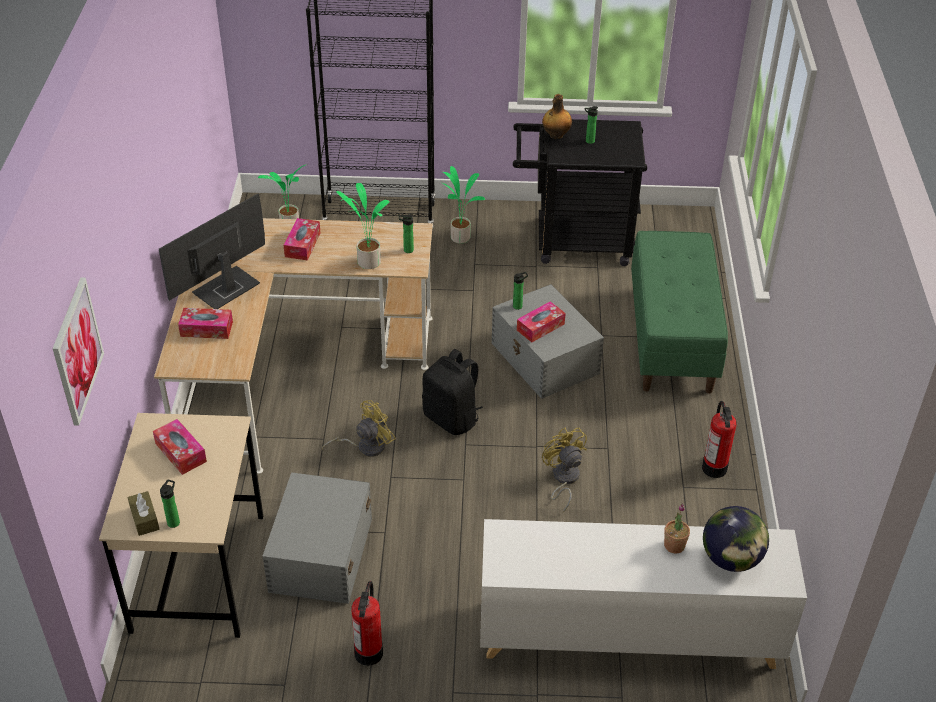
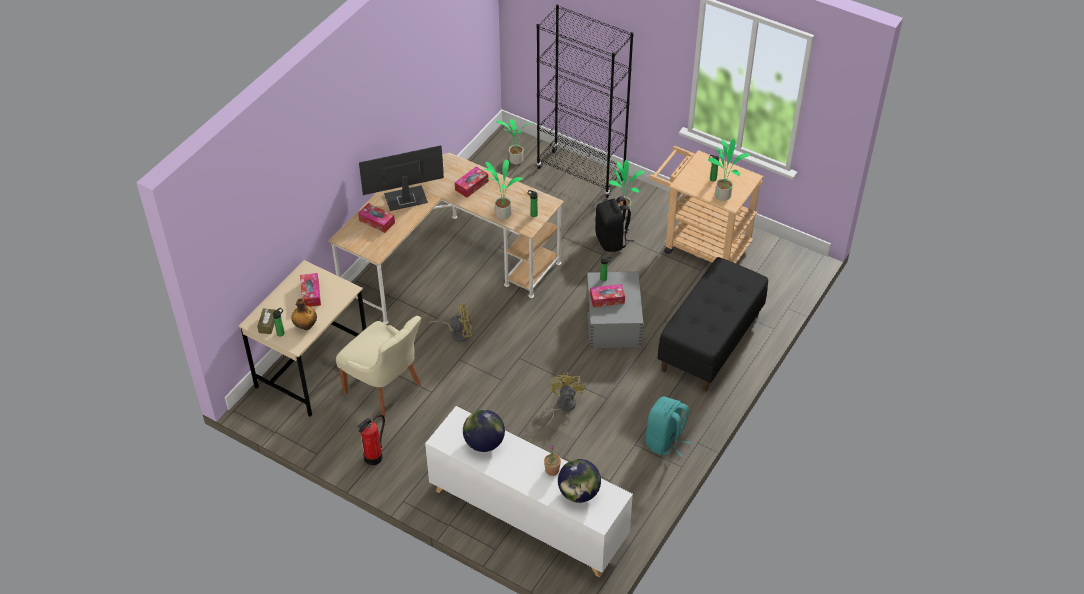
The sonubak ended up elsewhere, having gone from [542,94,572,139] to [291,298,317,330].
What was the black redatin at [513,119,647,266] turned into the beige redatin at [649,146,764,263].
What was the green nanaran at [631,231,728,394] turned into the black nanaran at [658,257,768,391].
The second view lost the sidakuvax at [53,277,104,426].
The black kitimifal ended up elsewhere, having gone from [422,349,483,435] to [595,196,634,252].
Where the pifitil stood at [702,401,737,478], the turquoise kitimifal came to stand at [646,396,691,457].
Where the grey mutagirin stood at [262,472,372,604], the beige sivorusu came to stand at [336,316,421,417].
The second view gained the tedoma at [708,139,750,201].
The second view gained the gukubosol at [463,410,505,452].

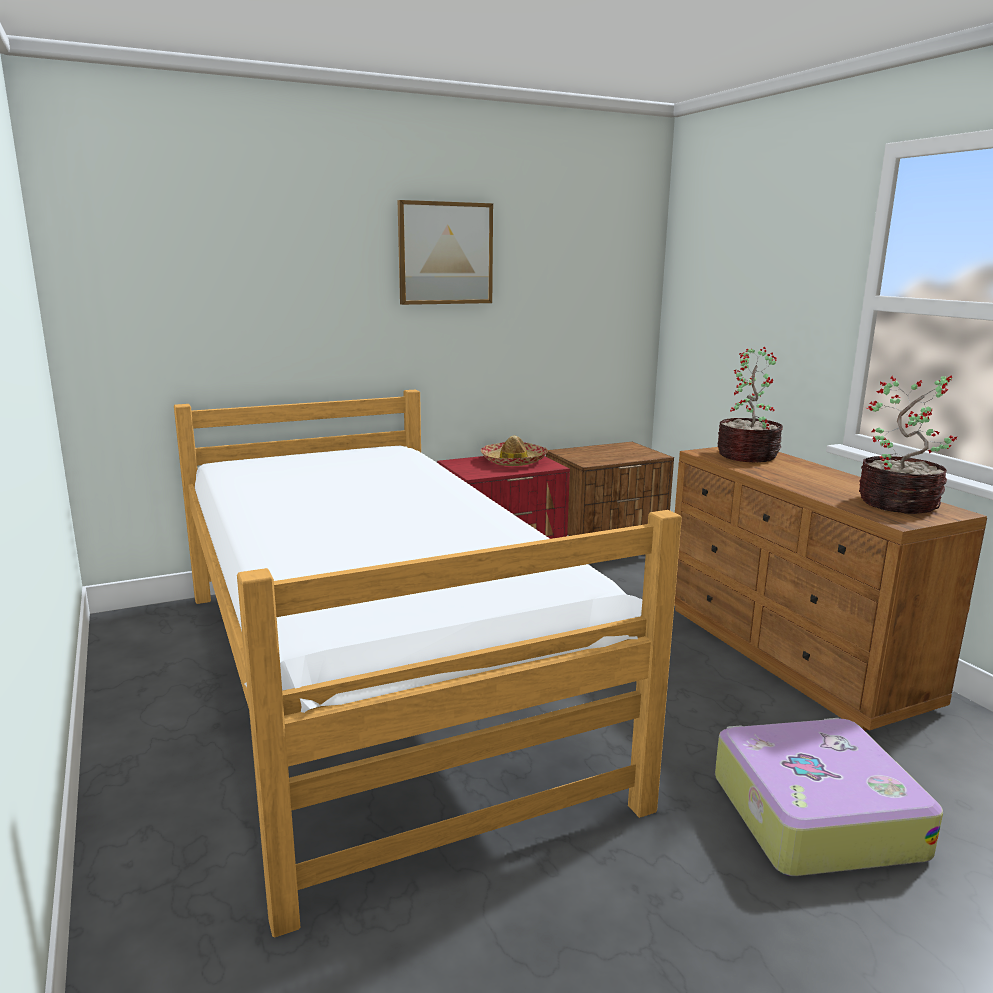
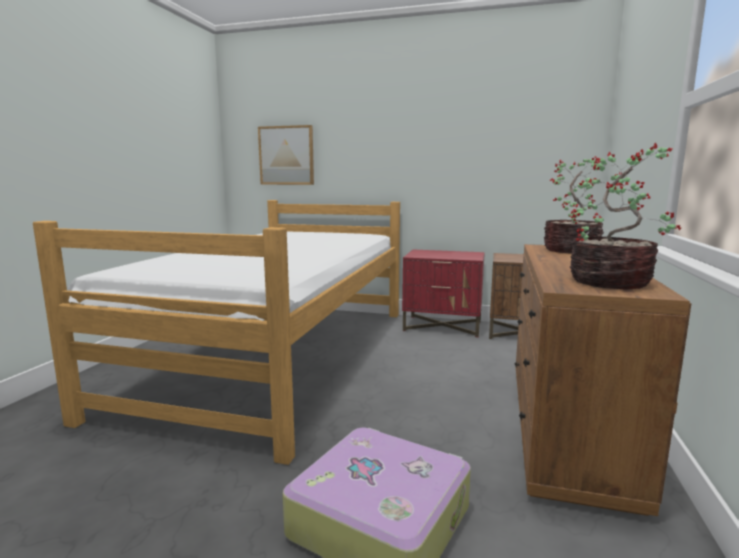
The sidakuvax ended up elsewhere, having gone from [398,200,493,305] to [258,125,314,185].
The second view lost the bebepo at [481,436,548,466].

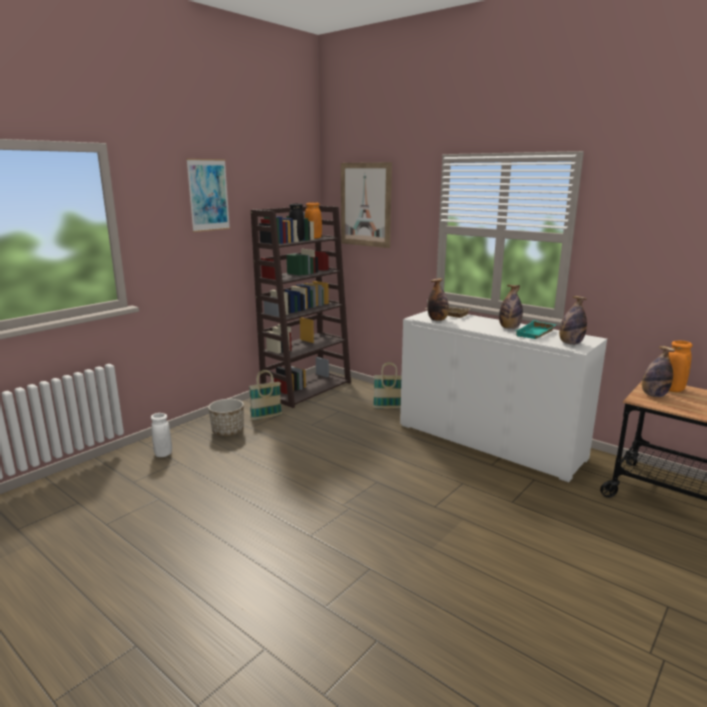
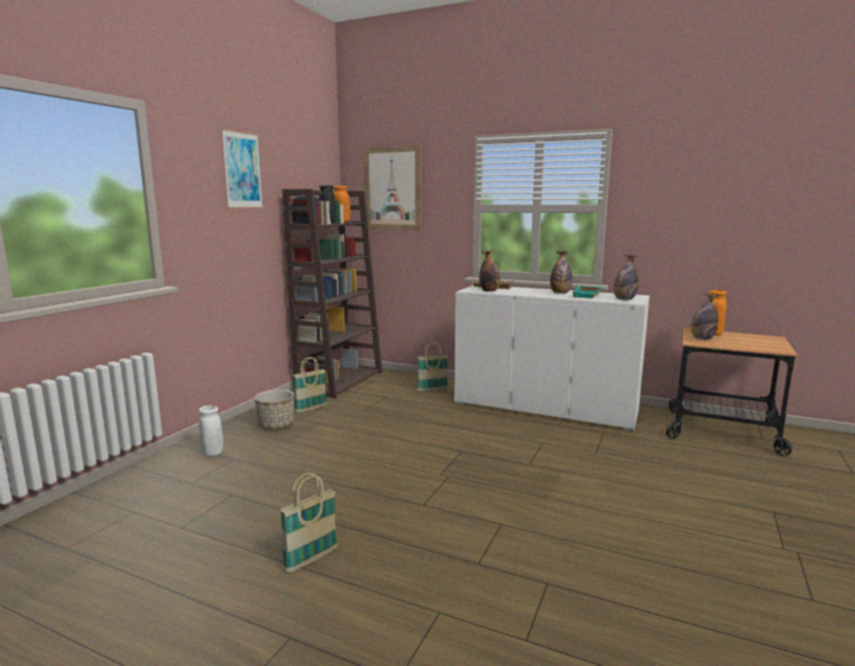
The second view gained the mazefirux at [280,473,338,573].

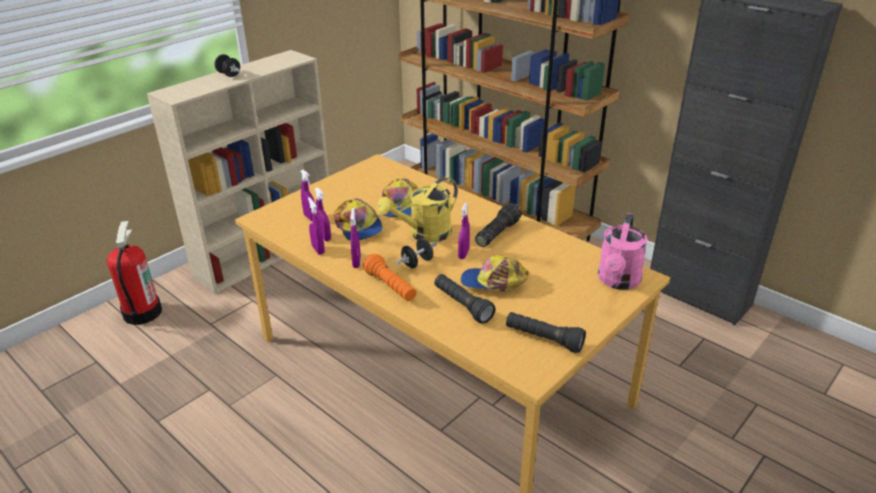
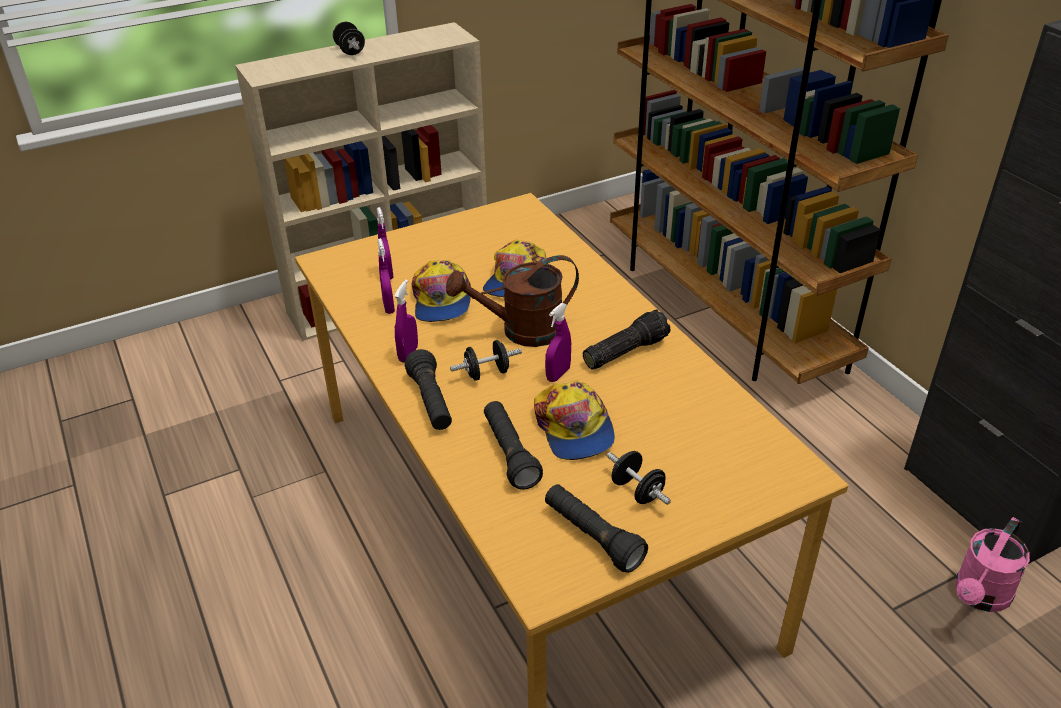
What was the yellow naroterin at [377,177,458,243] turned into the brown naroterin at [446,255,579,347].
The second view lost the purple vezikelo at [308,197,325,255].
The pink naroterin ended up elsewhere, having gone from [598,213,648,289] to [955,517,1030,612].
The second view lost the pifitil at [107,221,162,325].
What was the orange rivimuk at [363,254,417,301] turned into the black rivimuk at [405,349,452,430].
The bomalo at [461,255,529,291] ended up facing another way, 135 degrees counterclockwise from before.
The second view gained the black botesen at [607,451,671,505].

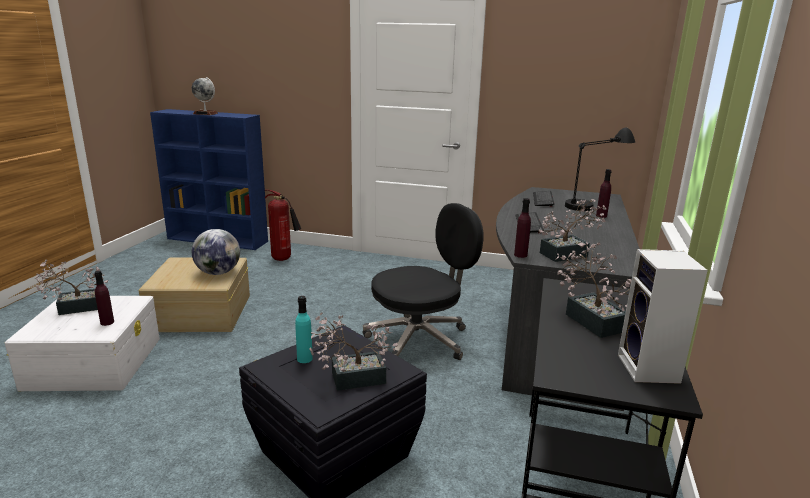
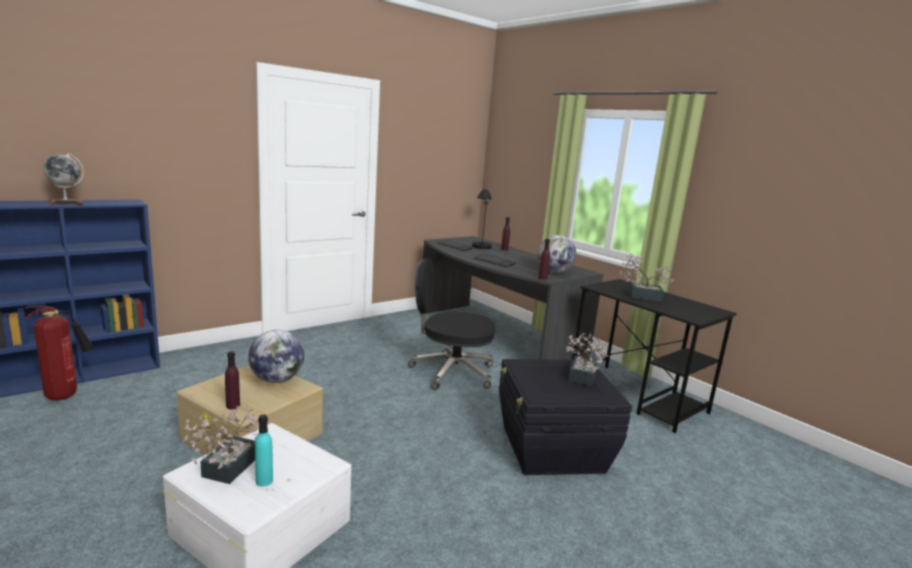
The pifitil ended up elsewhere, having gone from [264,190,301,261] to [25,306,94,400].
Where the tedoma stood at [539,199,606,262], the gukubosol came to stand at [537,235,576,273].
The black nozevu at [363,203,484,360] ended up facing another way, 90 degrees counterclockwise from before.
The second view lost the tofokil at [618,249,708,384].
The purple sonubak ended up elsewhere, having gone from [94,271,114,326] to [225,351,240,409].
The turquoise sonubak ended up elsewhere, having gone from [295,296,313,363] to [255,415,273,487].

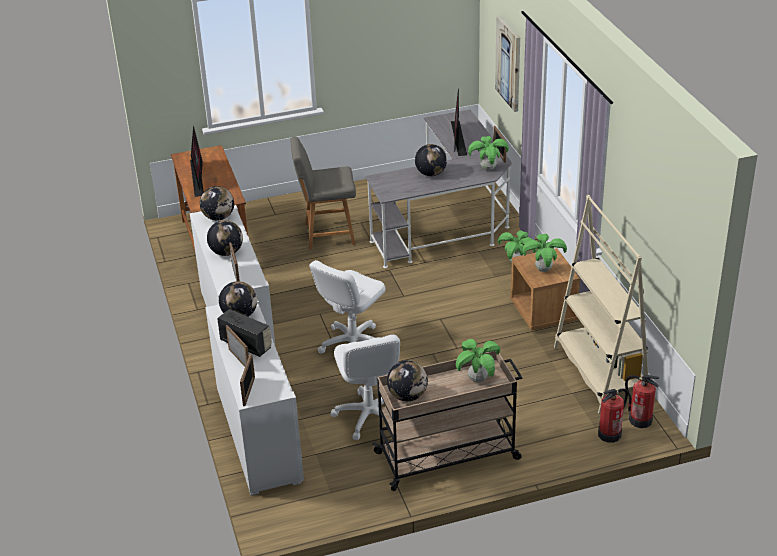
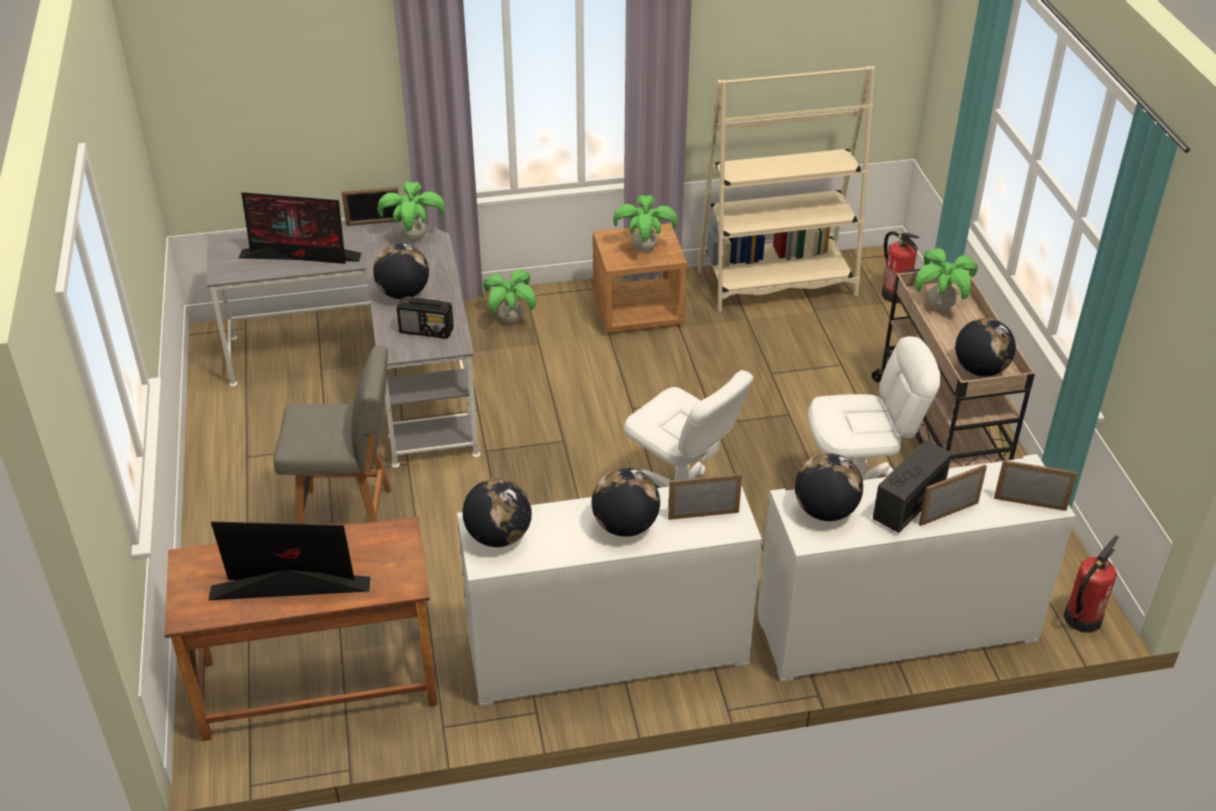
The second view lost the sidakuvax at [495,16,520,112].
The grey sivorusu at [291,137,356,249] ended up facing another way, 90 degrees counterclockwise from before.
The pifitil ended up elsewhere, having gone from [625,375,660,428] to [1064,535,1119,632].
The second view gained the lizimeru at [397,296,454,339].

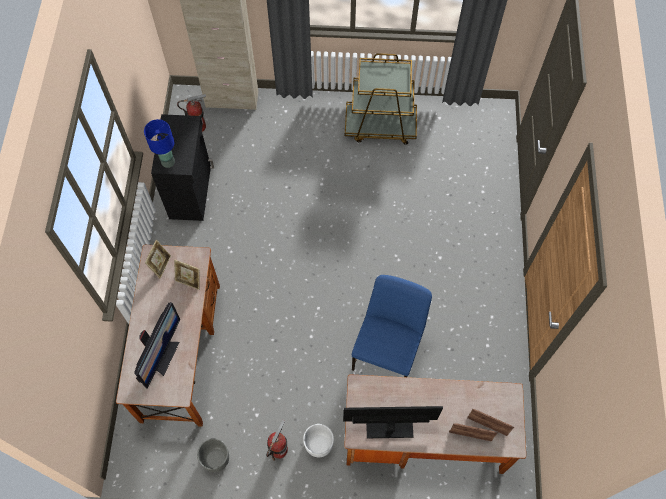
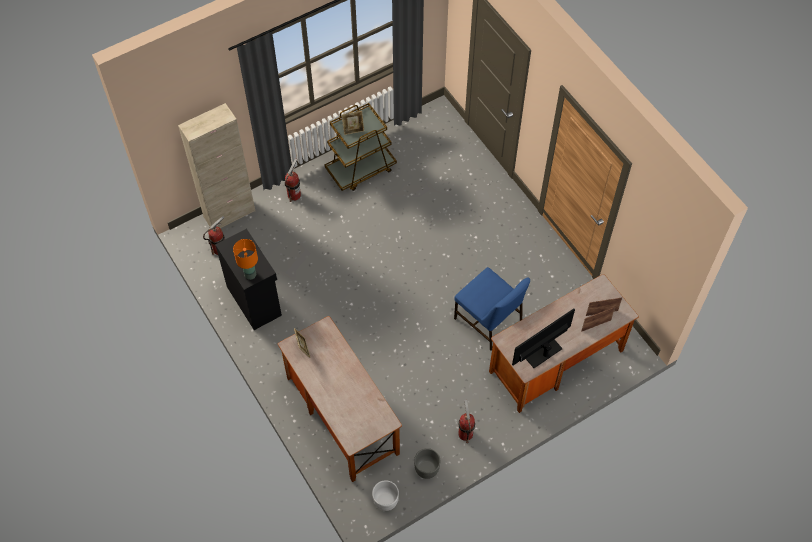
What was the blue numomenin at [144,119,175,168] turned into the orange numomenin at [233,239,258,280].
The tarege ended up elsewhere, having gone from [174,260,200,290] to [342,111,364,135].
The blue sivorusu at [352,275,432,377] ended up facing another way, 150 degrees clockwise from before.
The second view lost the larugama at [134,302,180,389].
The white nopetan ended up elsewhere, having gone from [303,424,334,457] to [372,480,399,511].
The second view gained the pifitil at [285,159,301,202].

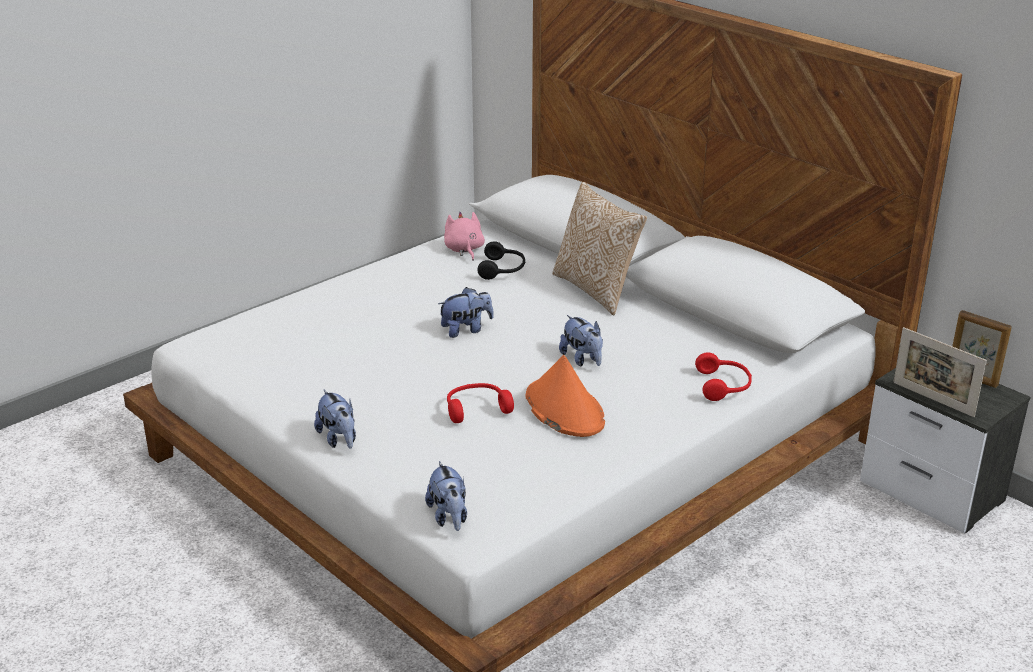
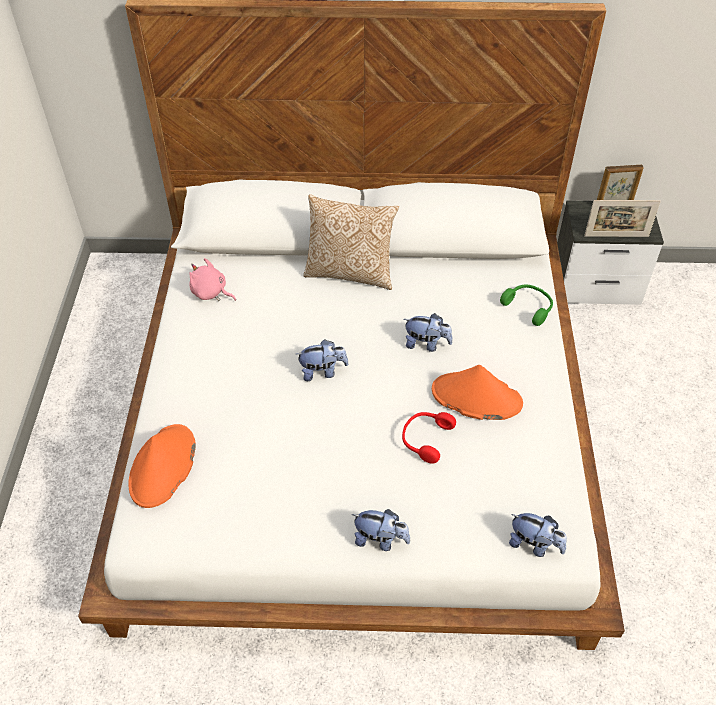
The second view lost the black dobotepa at [477,241,525,280].
The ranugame at [438,287,494,338] ended up facing another way, 60 degrees clockwise from before.
What was the red dobotepa at [695,352,752,401] turned into the green dobotepa at [500,284,553,326].
The second view gained the orange bebepo at [128,424,196,508].

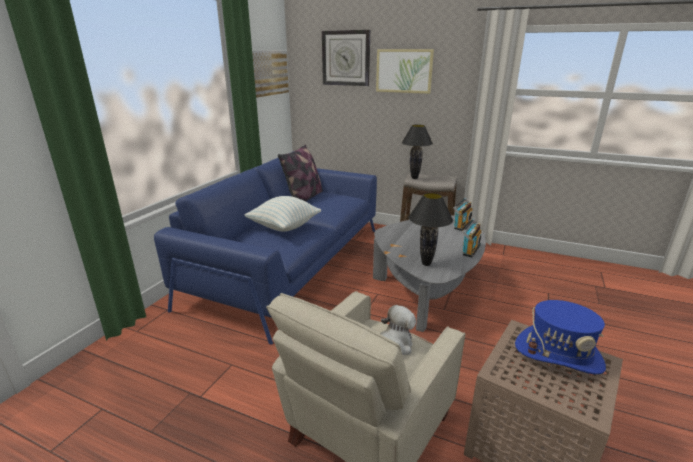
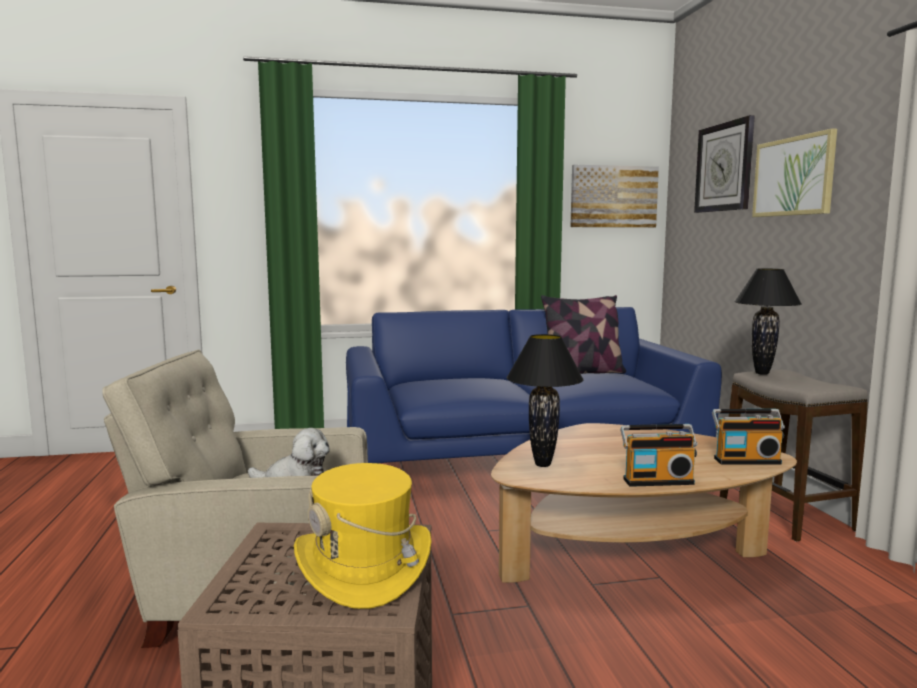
The second view lost the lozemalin at [244,196,321,232].
What was the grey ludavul at [373,216,486,332] turned into the brown ludavul at [491,423,797,583].
What was the blue bebepo at [515,300,606,374] turned into the yellow bebepo at [294,463,431,609].

